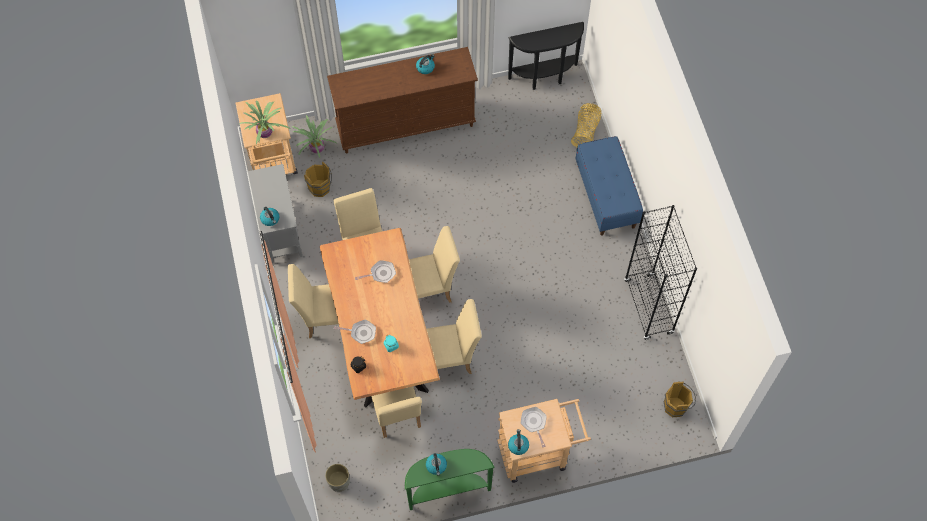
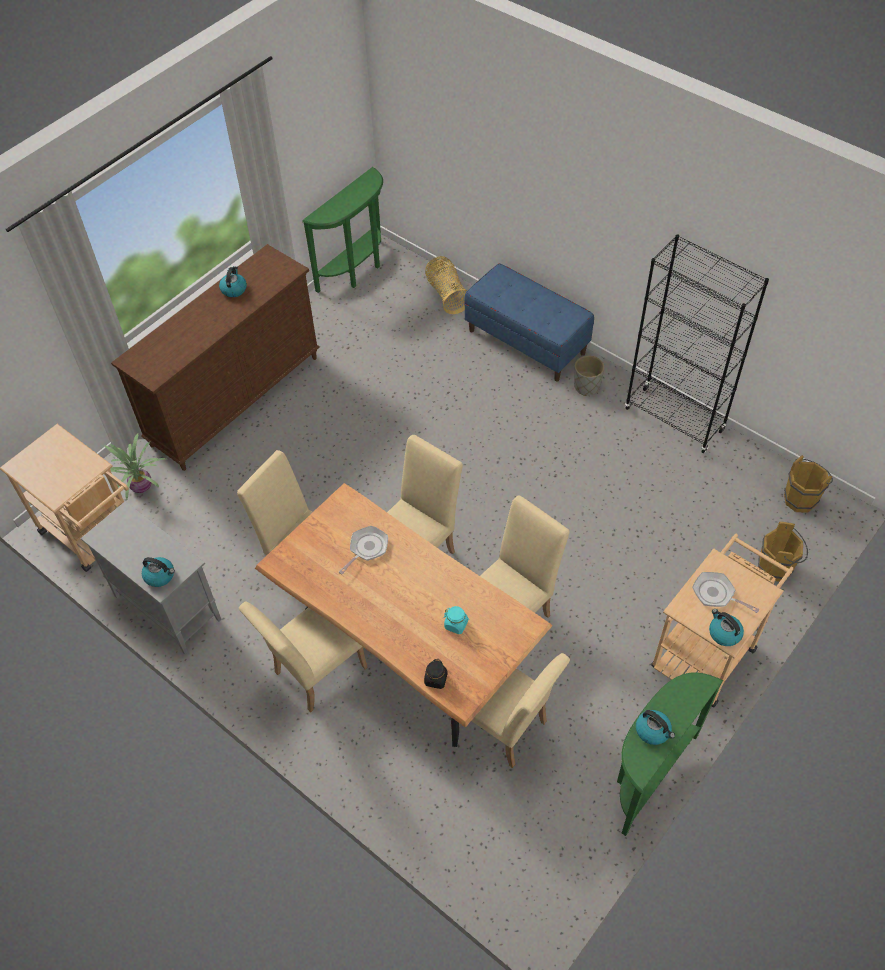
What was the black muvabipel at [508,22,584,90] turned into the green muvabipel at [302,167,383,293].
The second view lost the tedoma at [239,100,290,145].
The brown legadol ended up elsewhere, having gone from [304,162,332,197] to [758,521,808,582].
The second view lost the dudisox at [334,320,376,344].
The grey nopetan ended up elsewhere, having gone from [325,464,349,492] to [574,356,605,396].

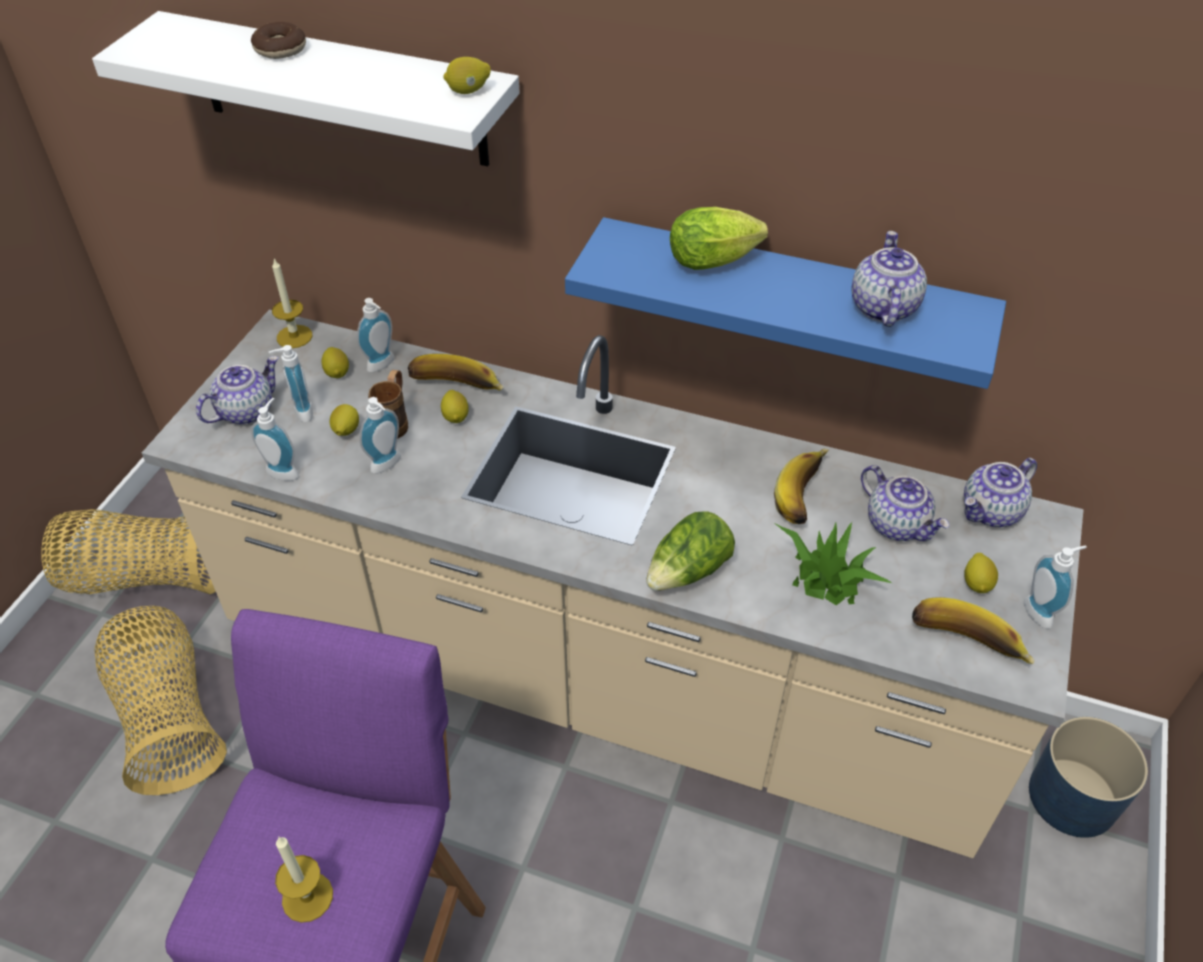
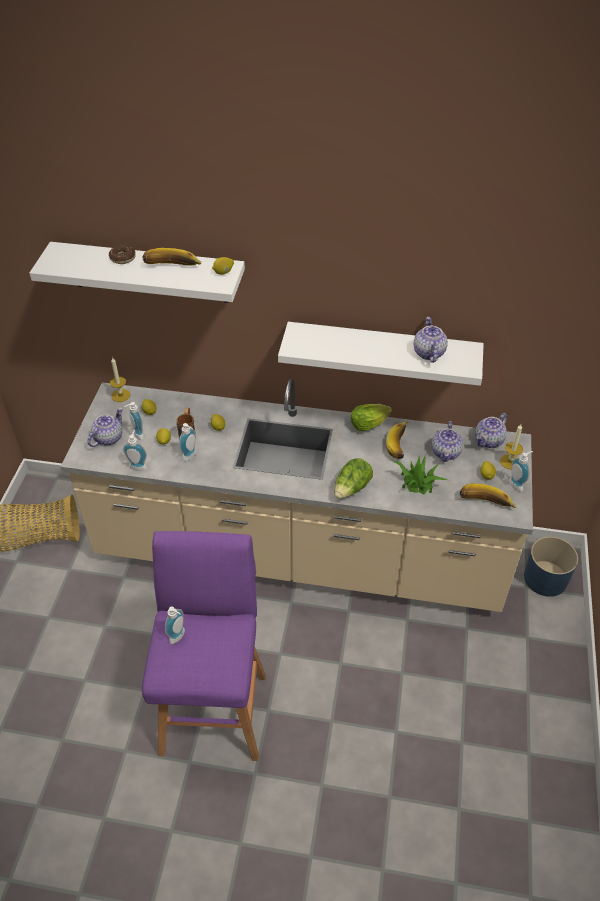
The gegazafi ended up elsewhere, having gone from [670,207,768,270] to [351,404,392,431].
What was the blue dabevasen at [565,217,1006,389] turned into the white dabevasen at [278,322,484,386].
The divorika ended up elsewhere, having gone from [357,298,395,372] to [165,606,185,644].
The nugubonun ended up elsewhere, having gone from [408,354,504,391] to [142,248,202,265].
The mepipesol at [861,465,949,541] ended up facing another way, 60 degrees clockwise from before.
The second view lost the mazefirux at [94,606,227,795].
The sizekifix ended up elsewhere, having gone from [275,837,333,923] to [500,424,523,470].

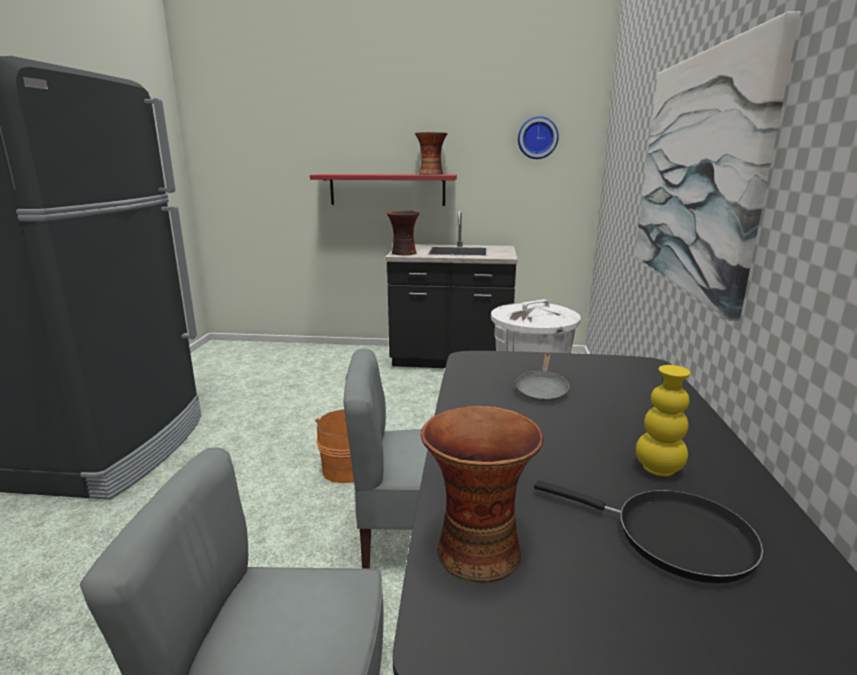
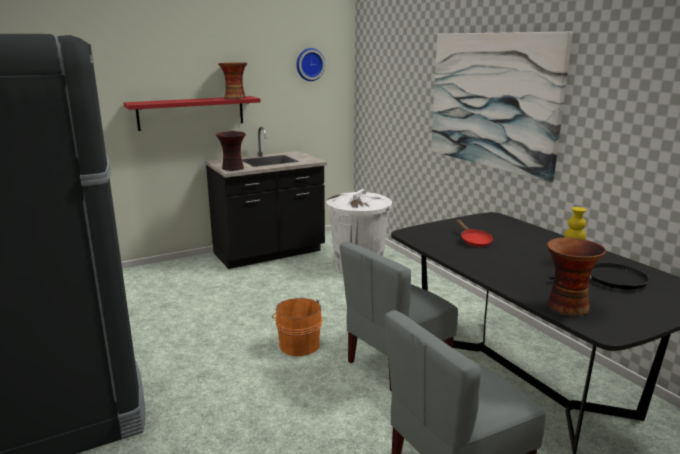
What was the grey dudisox at [515,353,570,403] turned into the red dudisox at [457,219,493,247].

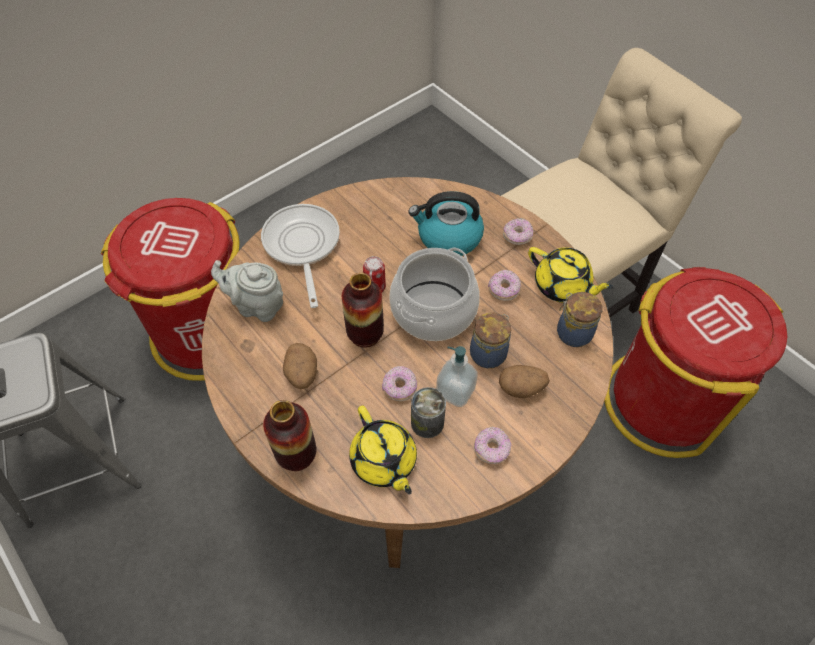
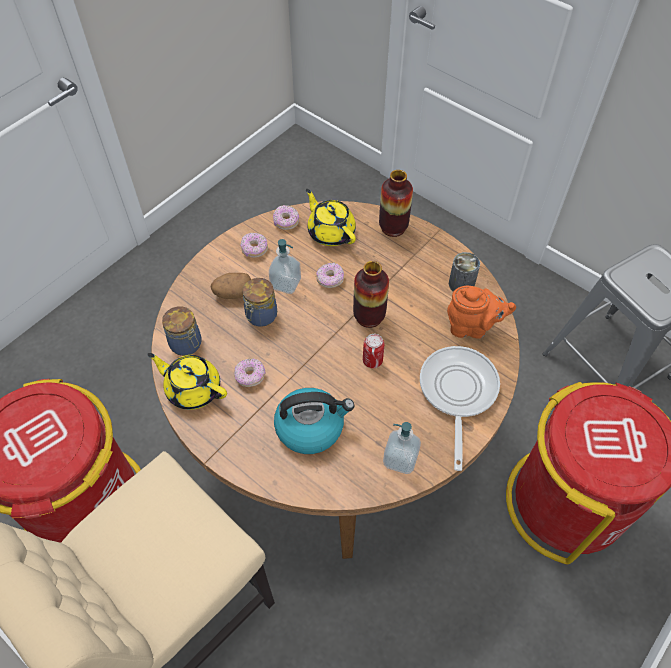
The dudisox at [261,204,340,308] ended up facing another way, 150 degrees counterclockwise from before.
The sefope ended up elsewhere, having gone from [503,218,533,245] to [273,205,299,230].
The second view lost the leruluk at [389,248,480,341].
What was the grey mepipesol at [211,260,283,322] turned into the orange mepipesol at [447,286,516,339].
The second view lost the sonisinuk at [283,343,317,389].
The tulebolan ended up elsewhere, having gone from [411,387,446,438] to [449,252,480,292].
The second view gained the divorika at [383,422,421,474].

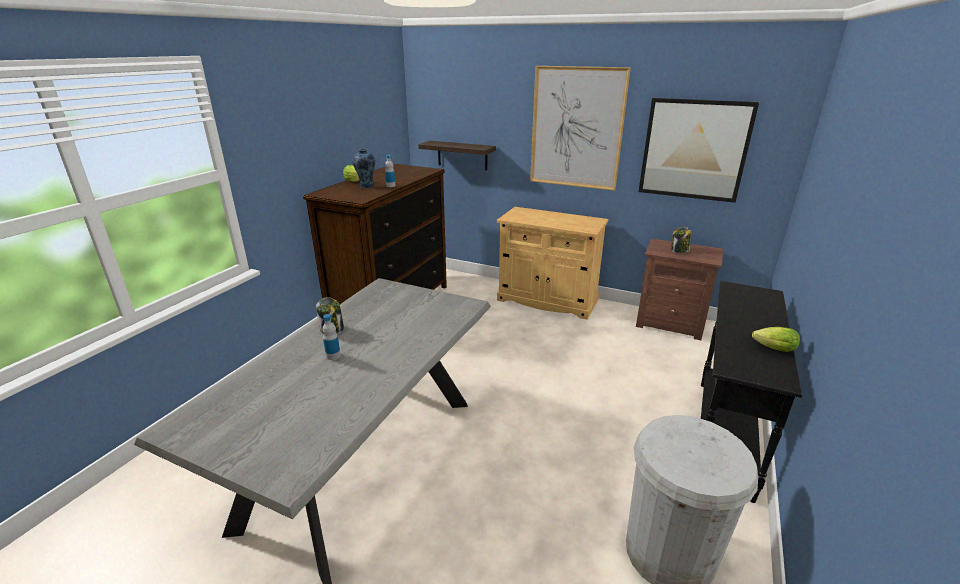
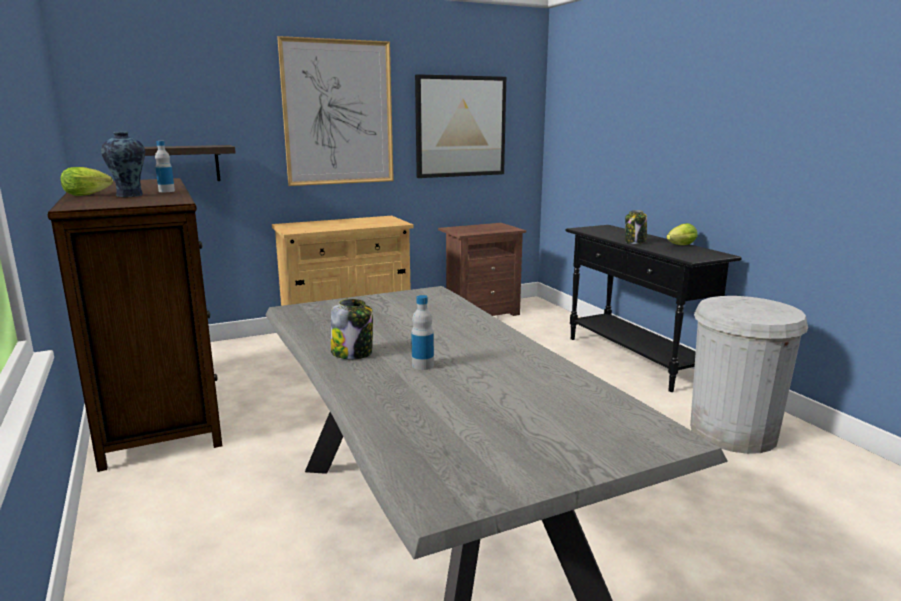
The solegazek ended up elsewhere, having gone from [671,227,691,253] to [625,210,647,244].

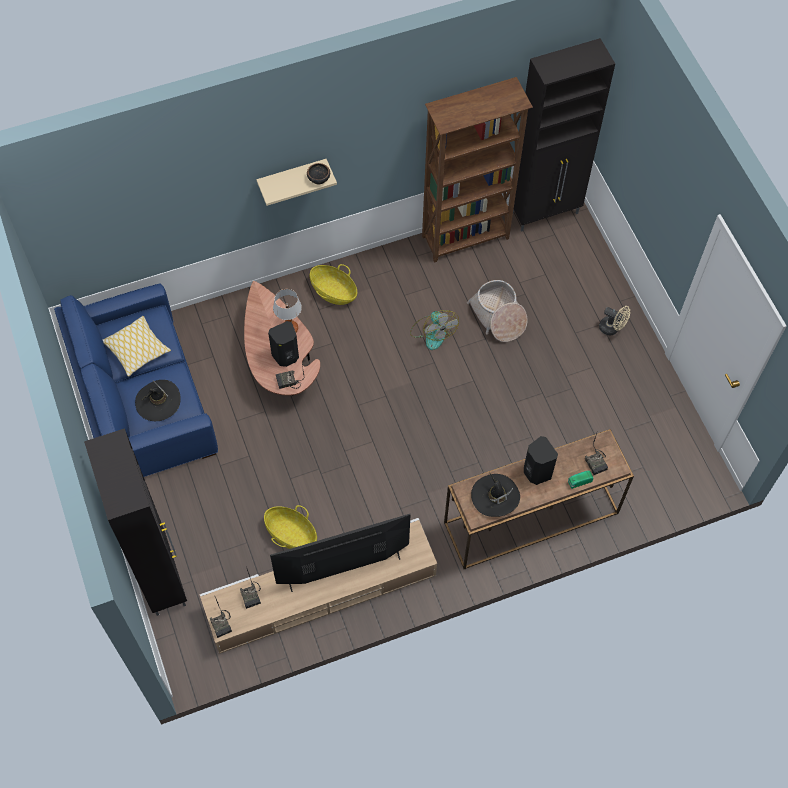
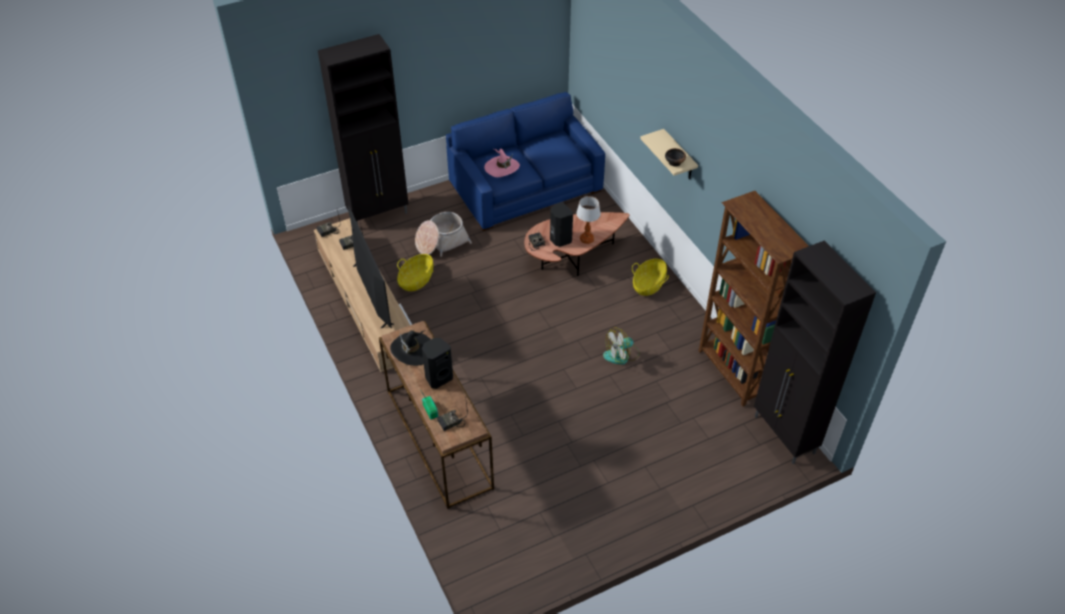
The mazefirux ended up elsewhere, having gone from [467,280,527,342] to [415,212,472,257].
The second view lost the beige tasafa at [599,306,630,336].
The second view lost the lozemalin at [103,316,171,377].
What was the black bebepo at [135,380,181,421] turned into the pink bebepo at [484,149,520,177].

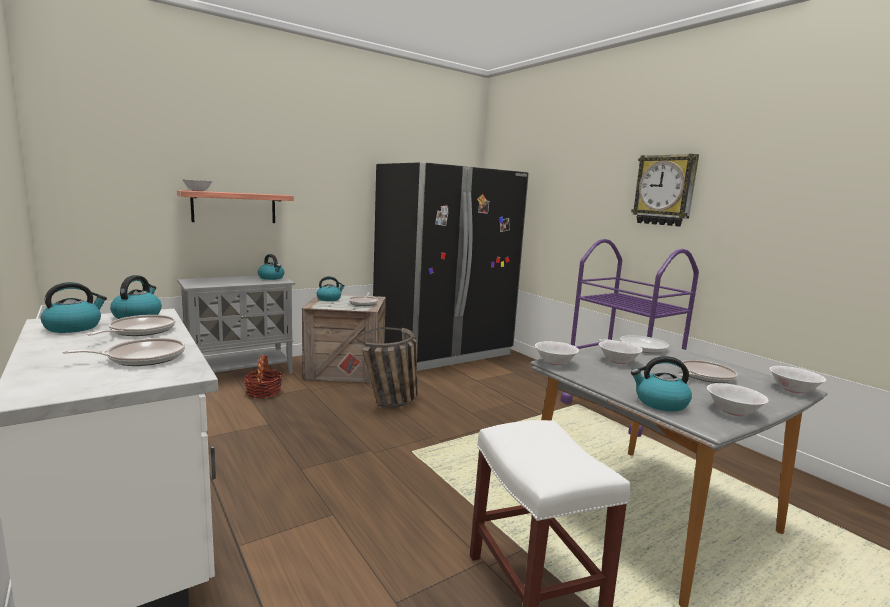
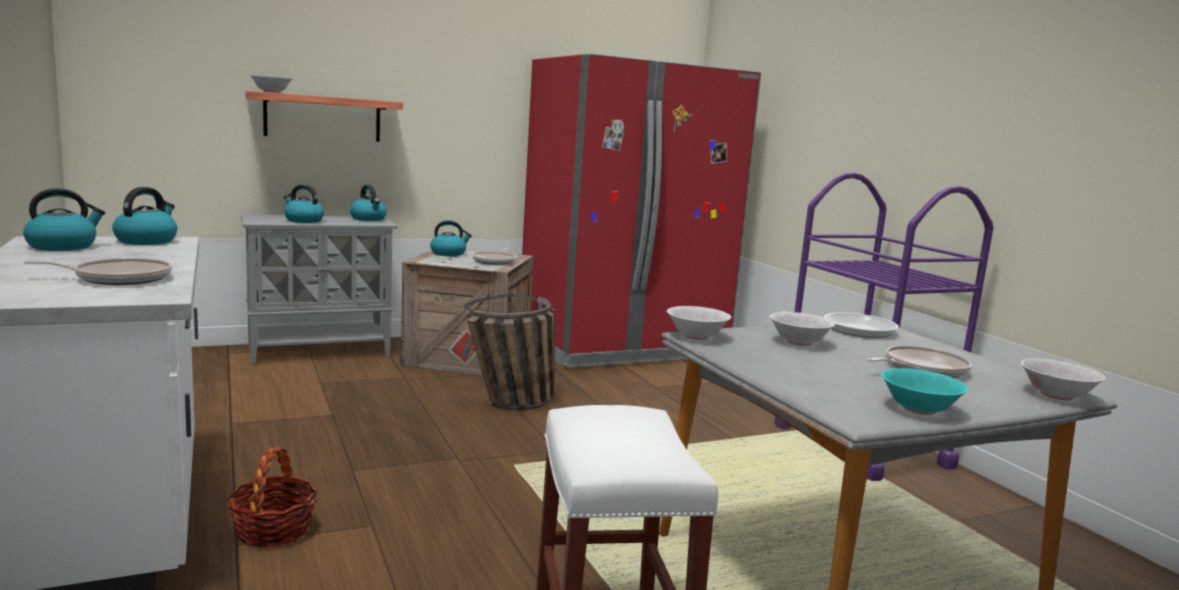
The second view lost the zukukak at [631,154,699,227].
What was the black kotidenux at [373,162,529,371] turned into the red kotidenux at [522,54,761,368].
The second view lost the dudisox at [87,315,176,336].
The mazefirux ended up elsewhere, having gone from [243,355,283,398] to [227,447,318,547].
The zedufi ended up elsewhere, having gone from [631,356,692,412] to [284,185,324,223].
What was the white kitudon at [707,383,769,416] turned into the turquoise kitudon at [881,368,969,415].

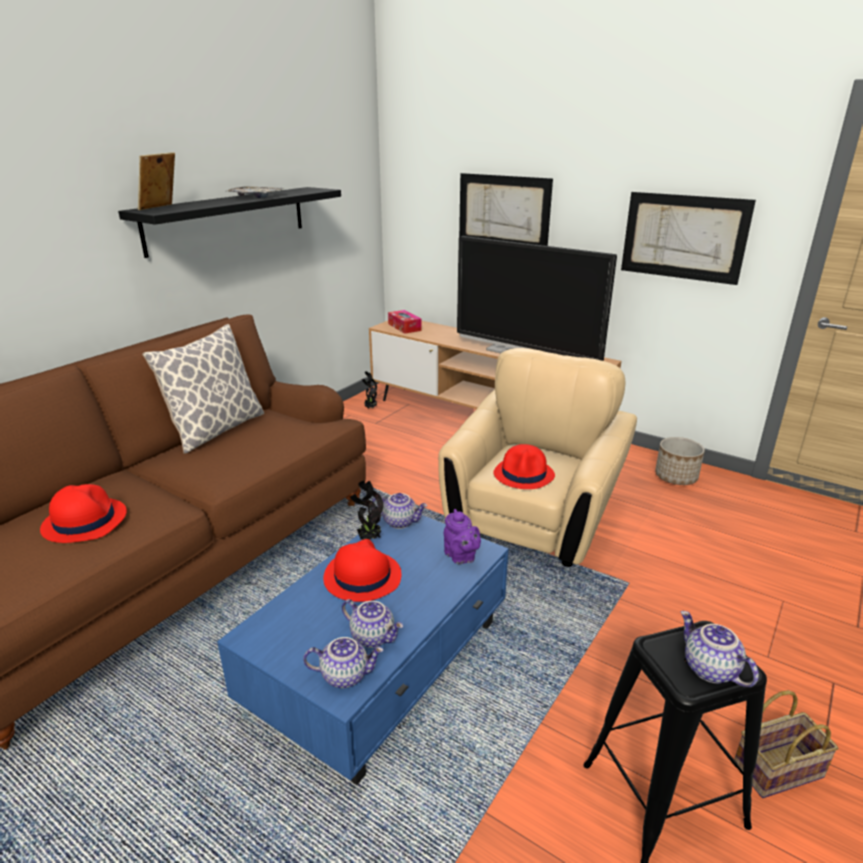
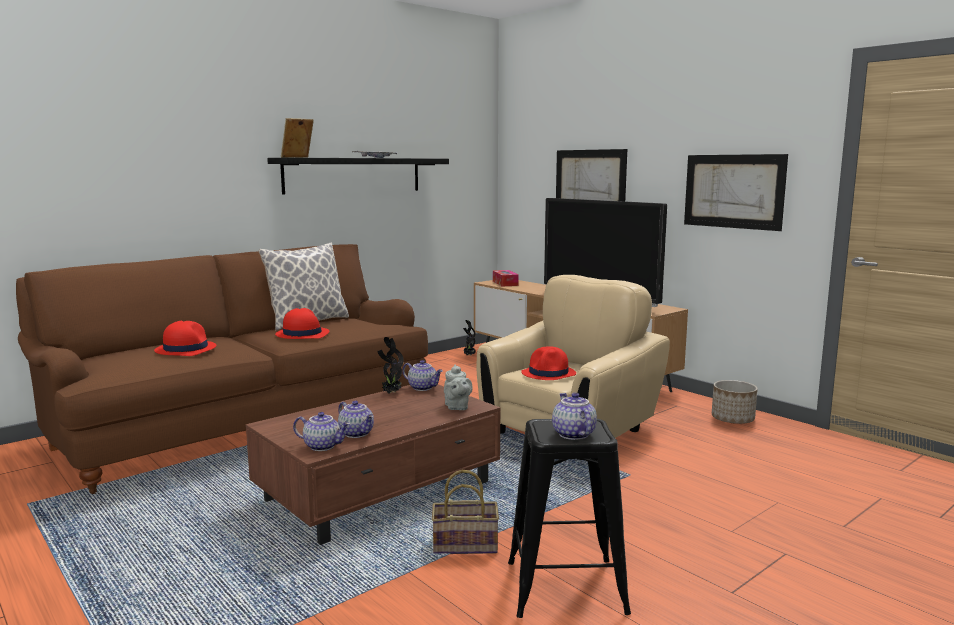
What was the purple mepipesol at [444,509,481,564] turned into the grey mepipesol at [444,365,473,410].
What was the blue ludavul at [217,515,509,785] turned into the brown ludavul at [246,384,500,545].
The red bebepo ended up elsewhere, having gone from [323,539,401,602] to [275,308,329,339].
The mazefirux ended up elsewhere, having gone from [734,690,838,798] to [432,470,499,554].

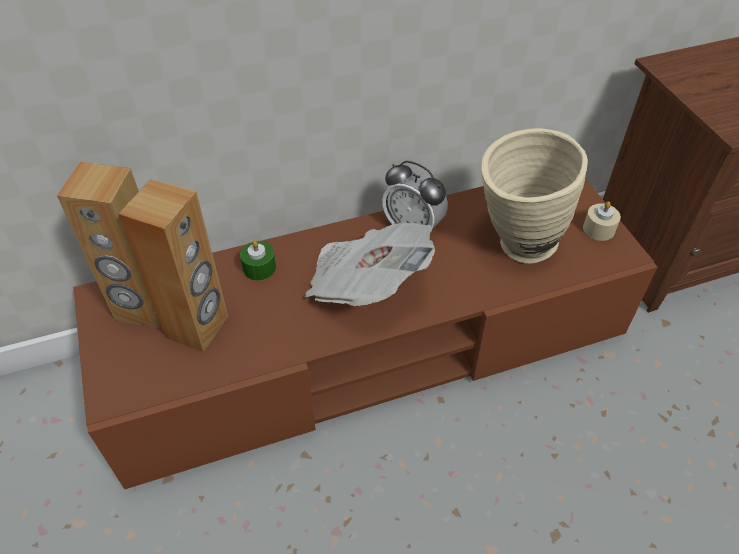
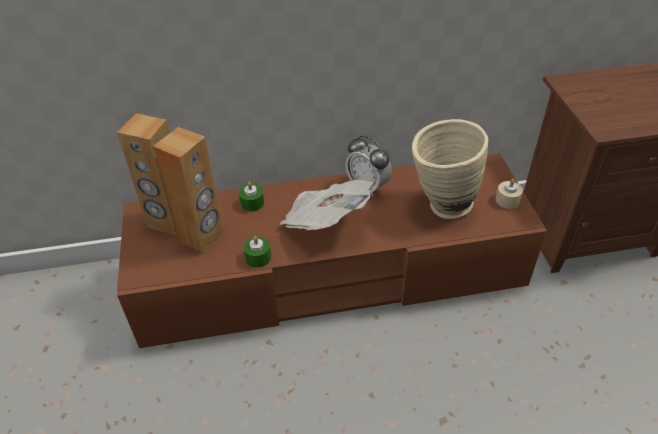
The second view gained the green sizekifix at [244,236,271,268].

